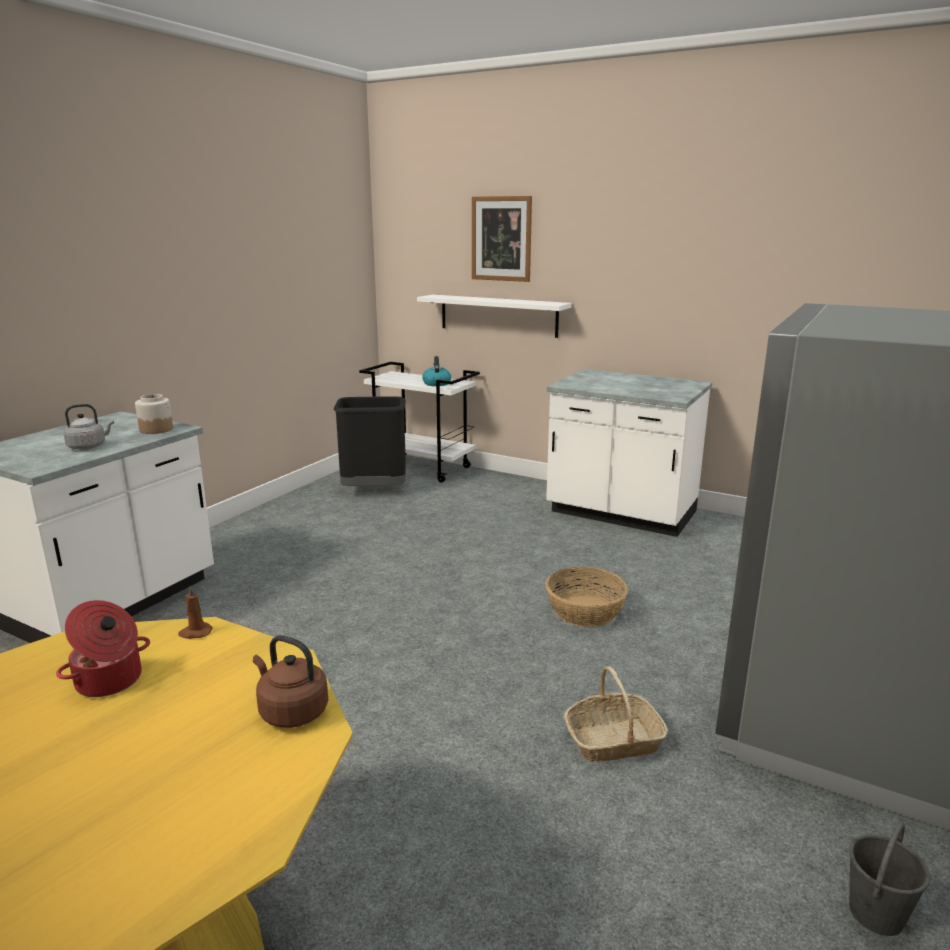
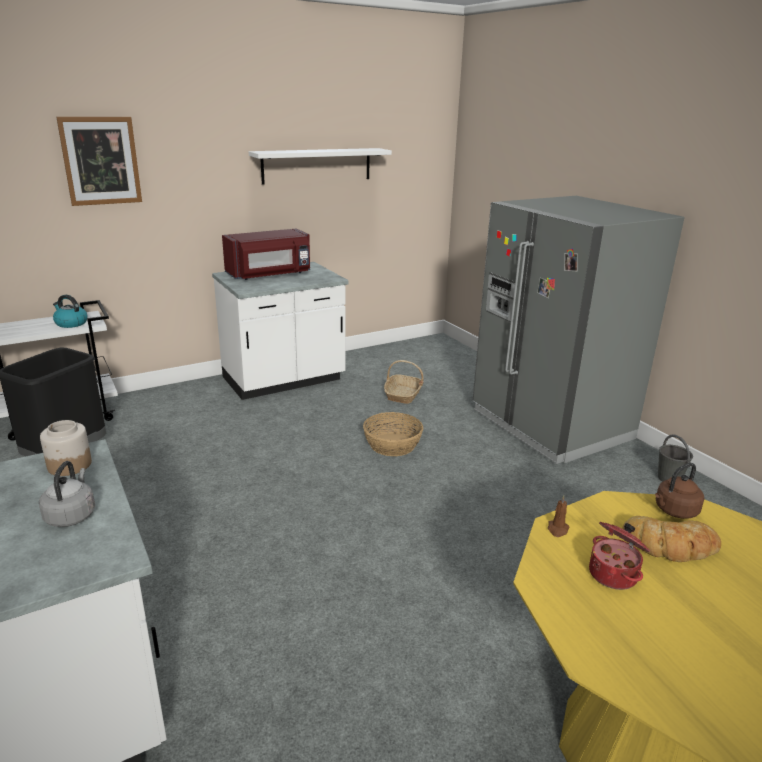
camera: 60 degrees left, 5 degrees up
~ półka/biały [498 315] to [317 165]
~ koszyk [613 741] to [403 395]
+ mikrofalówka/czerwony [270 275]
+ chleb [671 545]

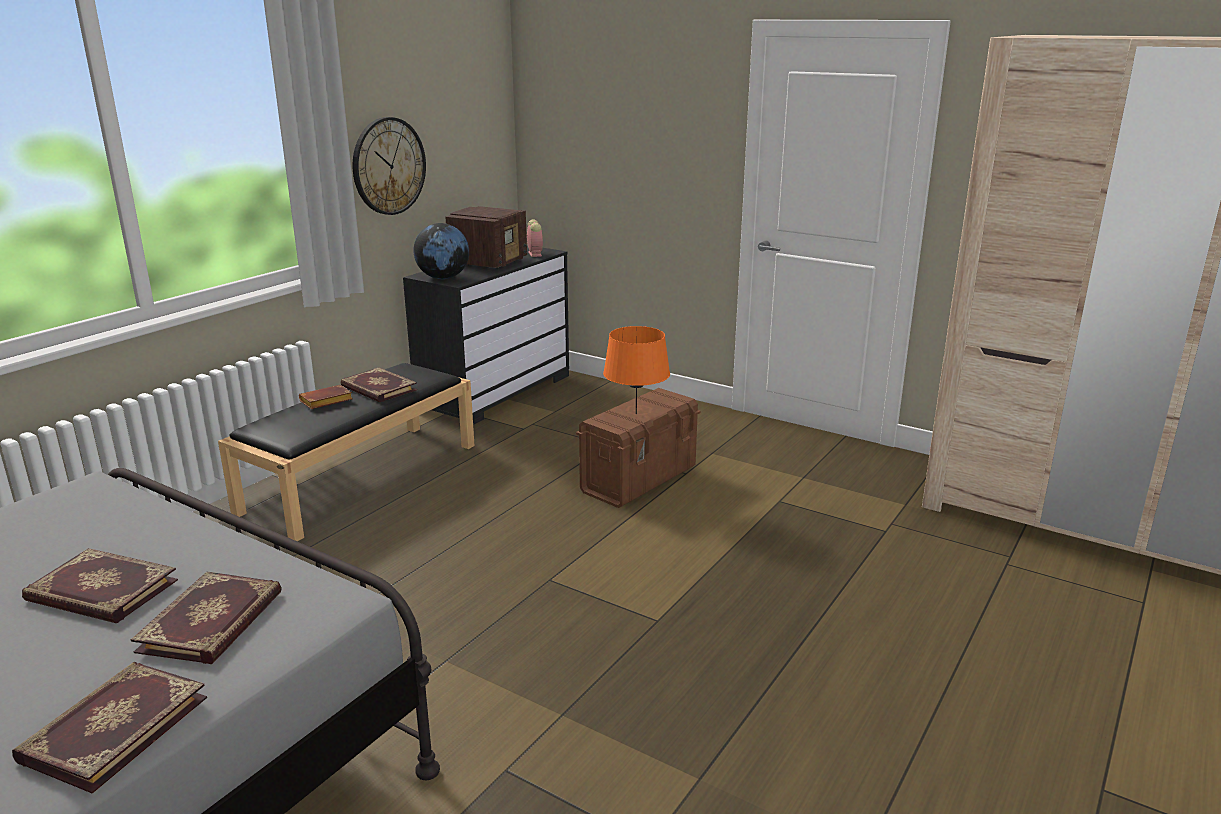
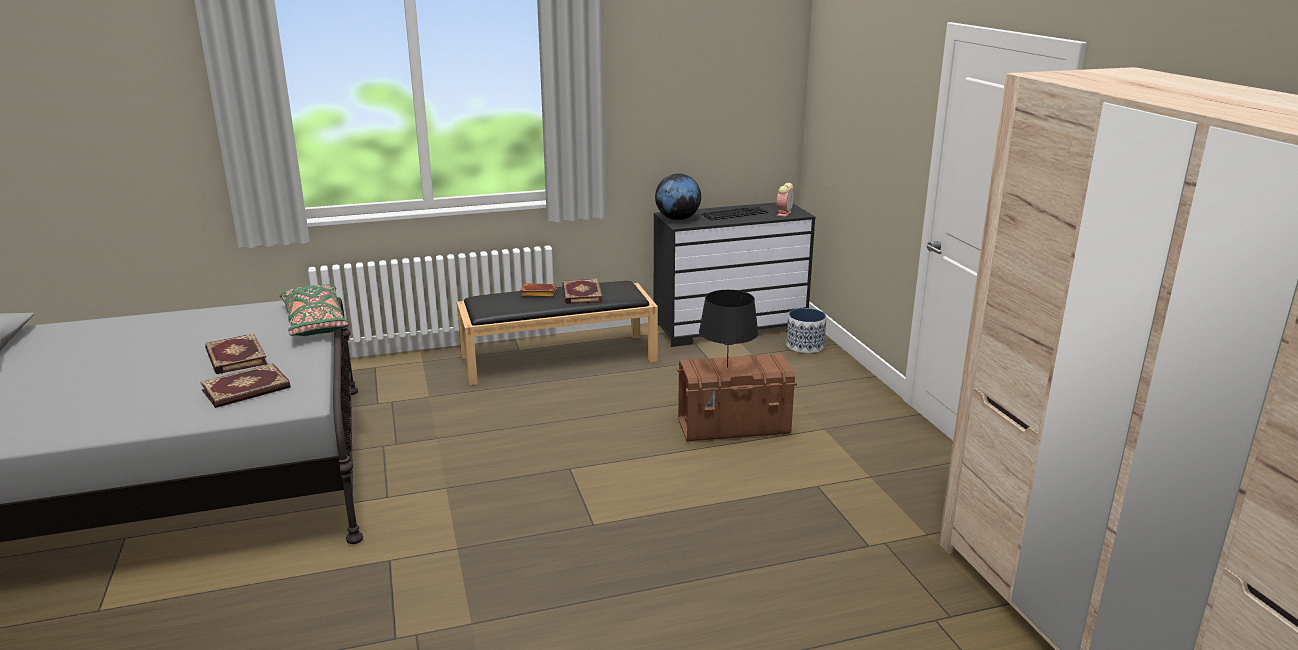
camera: 40 degrees right, 0 degrees up
- zegar ścienny [388 166]
~ radio [489 262] to klawiatura [735 213]
~ lampa stołowa/pomarańczowy [636 413] to lampa stołowa/czarny [727 367]
- książka [113 728]
+ poduszka/zielony [315 322]
+ donica [805 346]

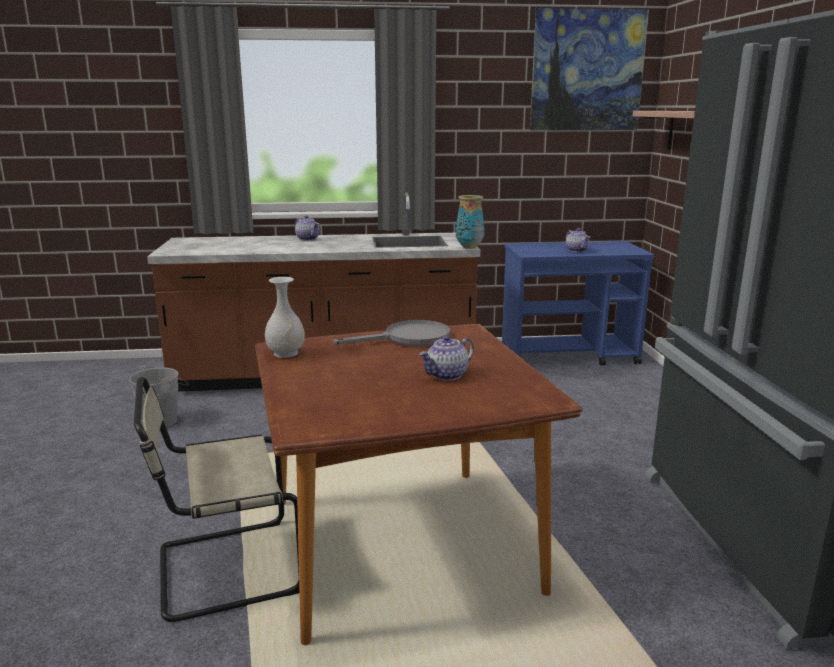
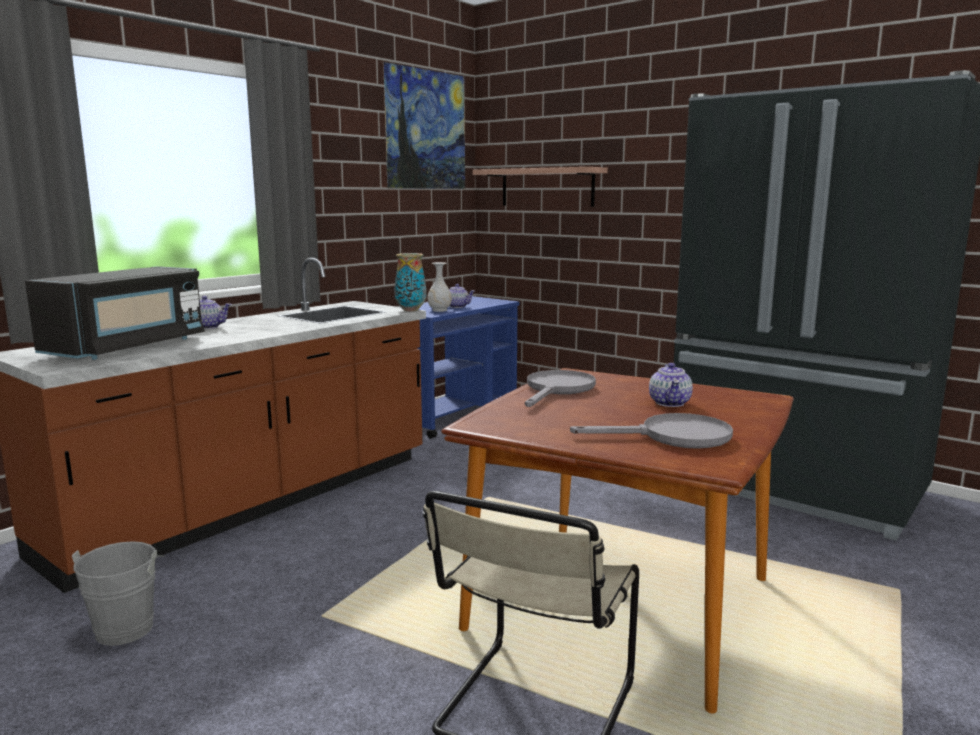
camera: 45 degrees left, 5 degrees down
~ wazon/biały [286 353] to [439 310]
+ mikrofalówka/czarny [128 347]
+ patelnia/szary [673 437]

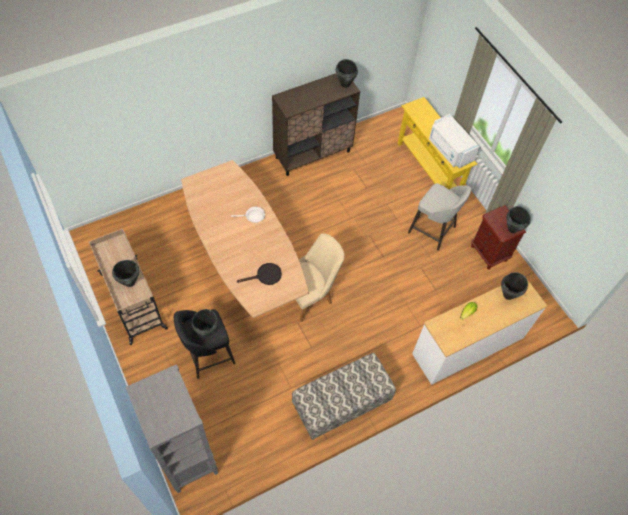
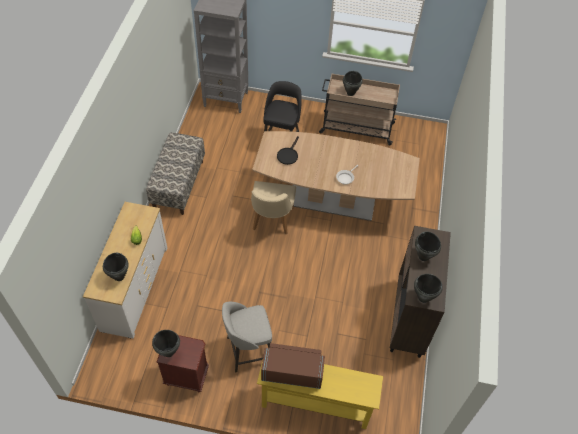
camera: 130 degrees right, 5 degrees down
~ mikrofalówka/biały [449 150] to mikrofalówka/brązowy [292 371]
~ garnek/czarny [206 332] to [423 256]

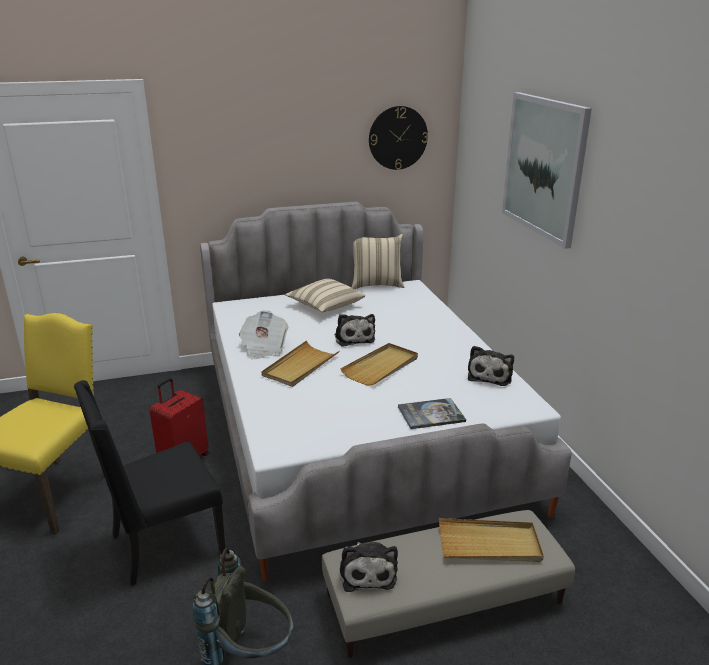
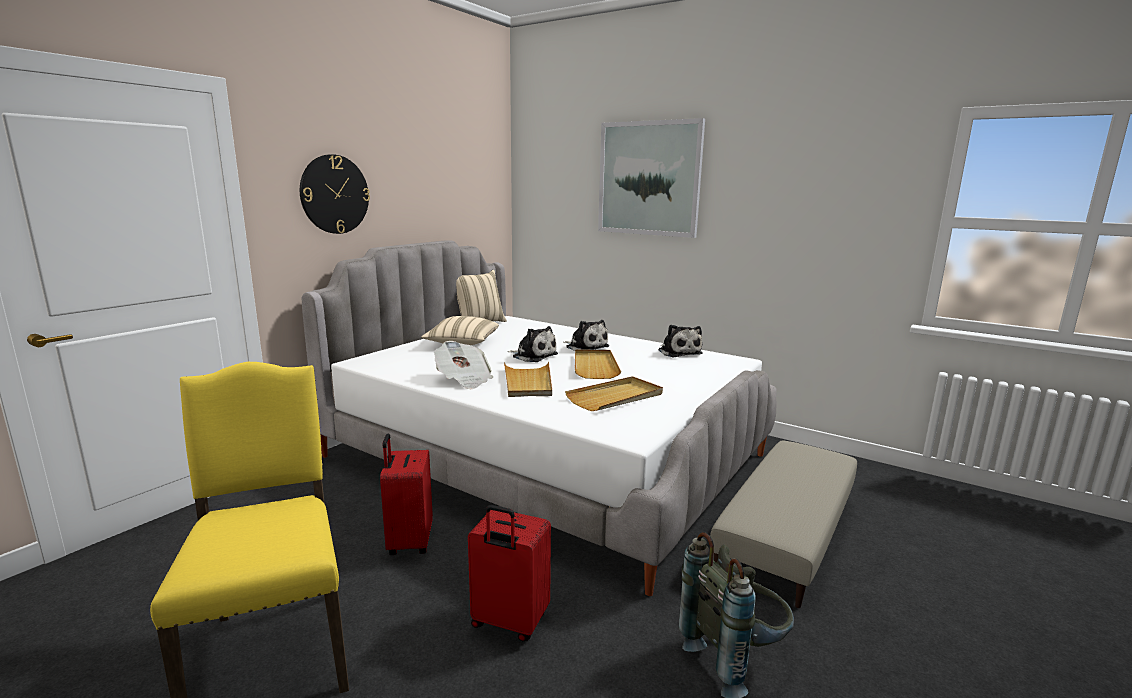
camera: 40 degrees left, 10 degrees down
~ zegar ścienny [398 138] to [334 194]
~ krzesło/czarny [164 545] to walizka/czerwony [509 622]
- książka [431 414]
~ taca/beżowy [489 544] to [616 397]
~ pluszak [367 571] to [585 347]

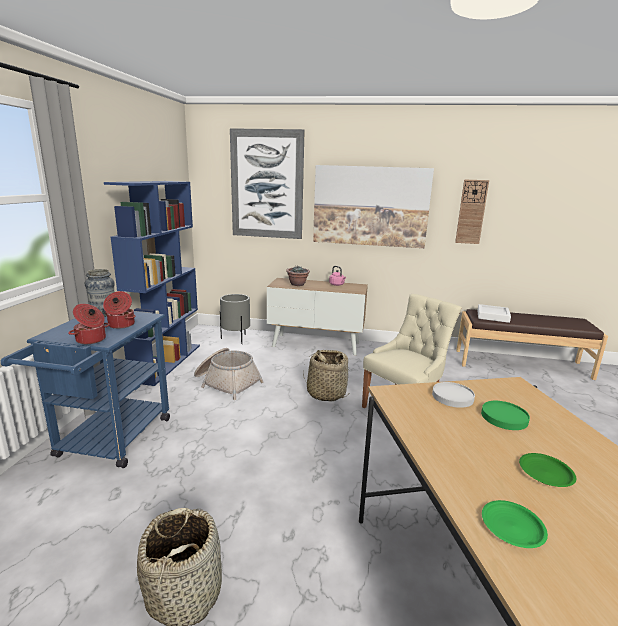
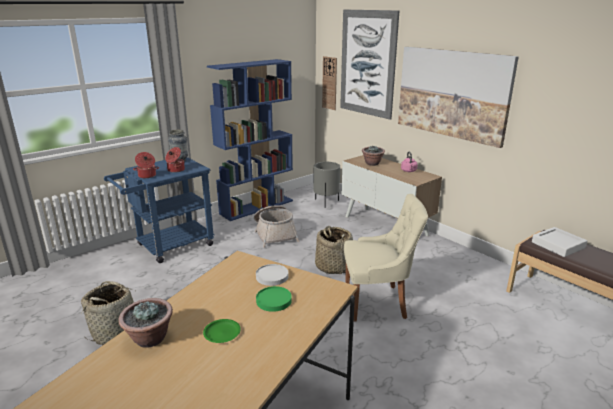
camera: 40 degrees right, 5 degrees up
~ zegar ścienny [471 212] to [329 83]
~ talerz/zielony [513 527] to roślina doniczkowa [150 339]

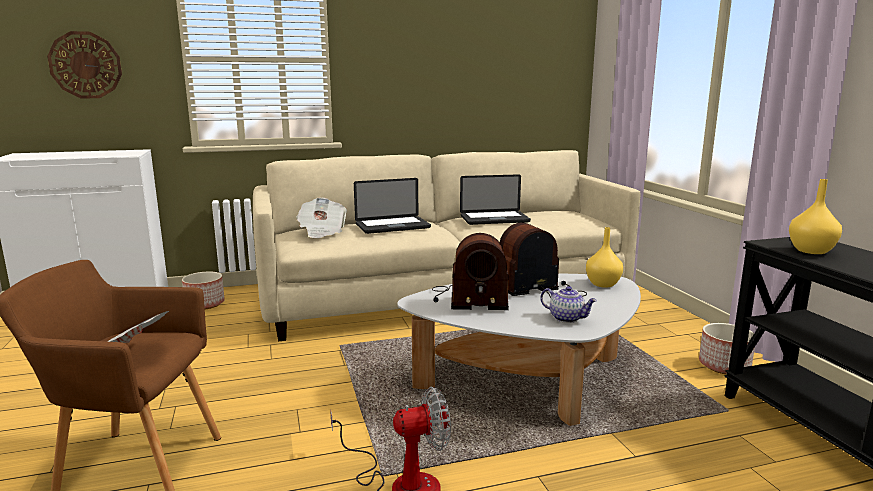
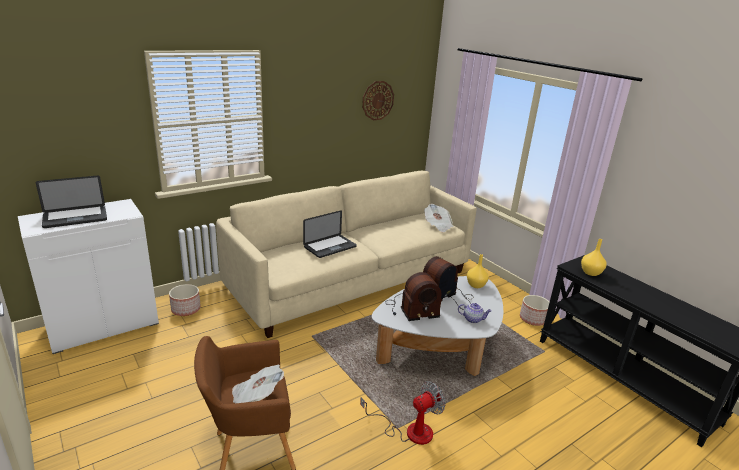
camera: 20 degrees left, 10 degrees up
~ zegar ścienny [85 65] to [377 100]
~ laptop [494 219] to [75 218]
~ gazeta [322 231] to [437 225]

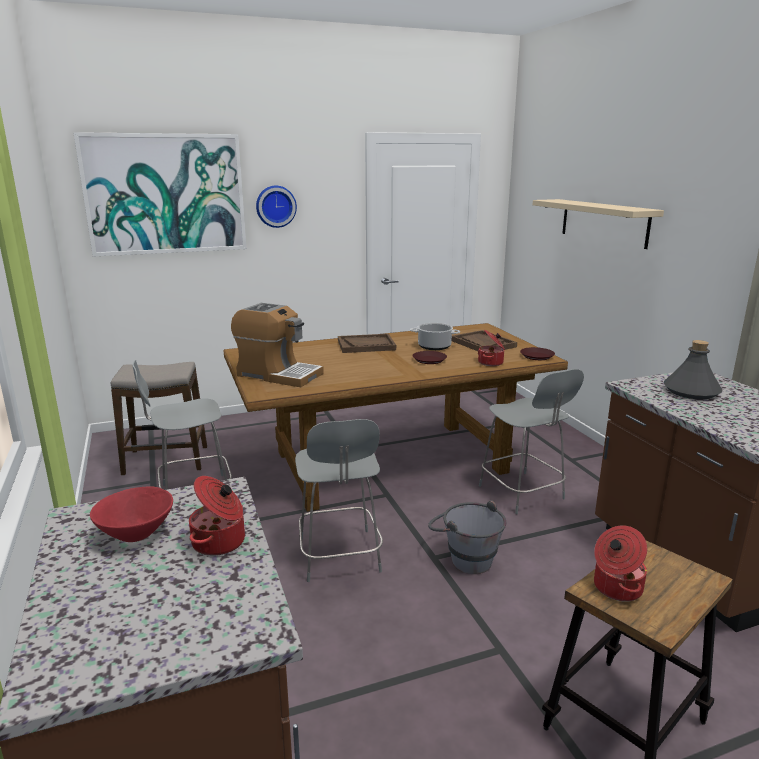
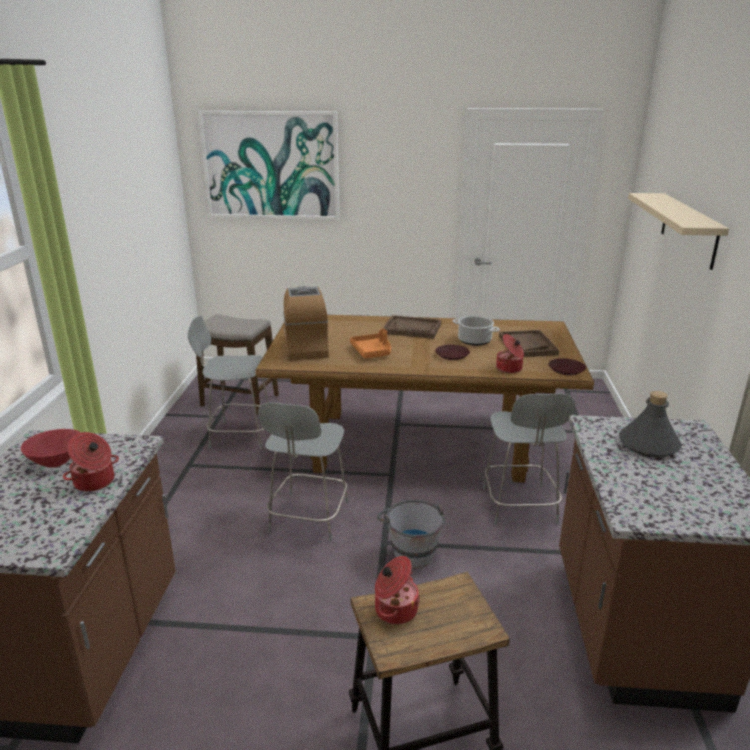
camera: 25 degrees right, 5 degrees up
- zegar ścienny [275 206]
~ ekspres do kawy [278 374] = [305 347] 150 degrees counterclockwise
+ taca/pomarańczowy [372 352]

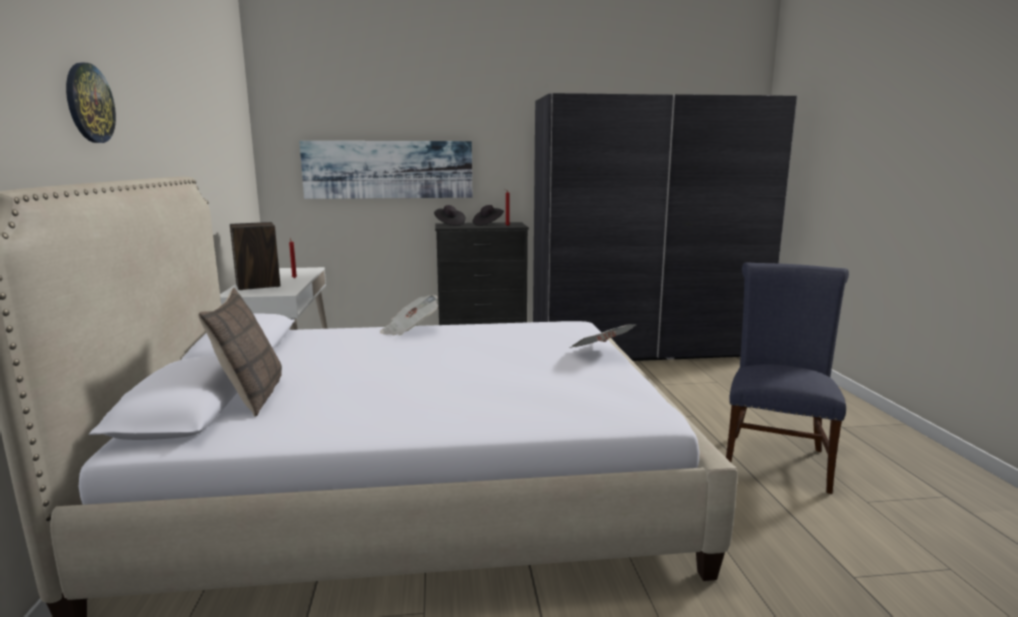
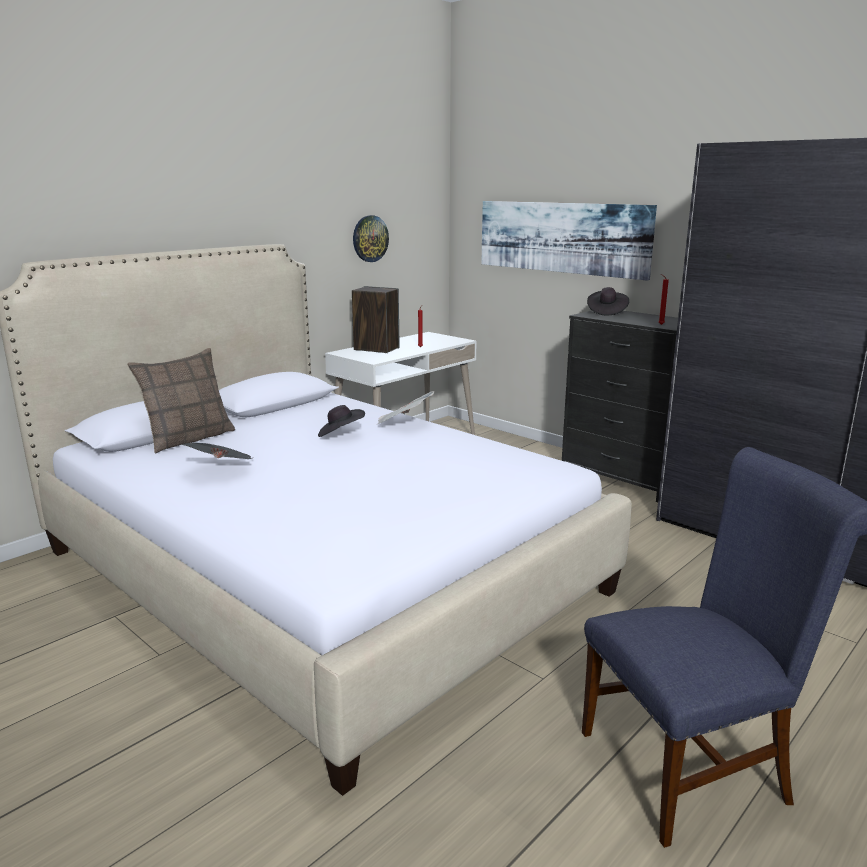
camera: 50 degrees right, 5 degrees up
~ zegar ścienny [89 103] to [370 238]
~ kapelusz/czarny [488 224] to [340 434]
~ gazeta [601 353] to [222 470]

